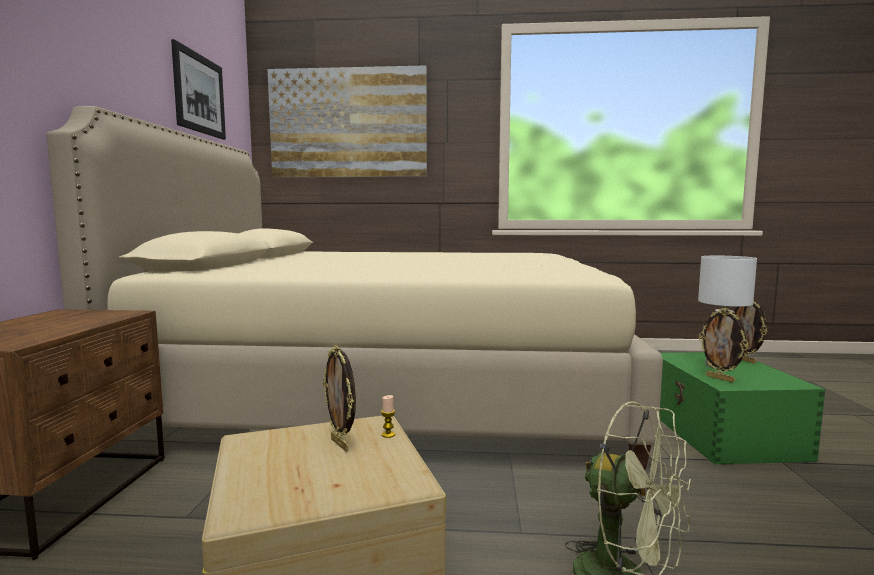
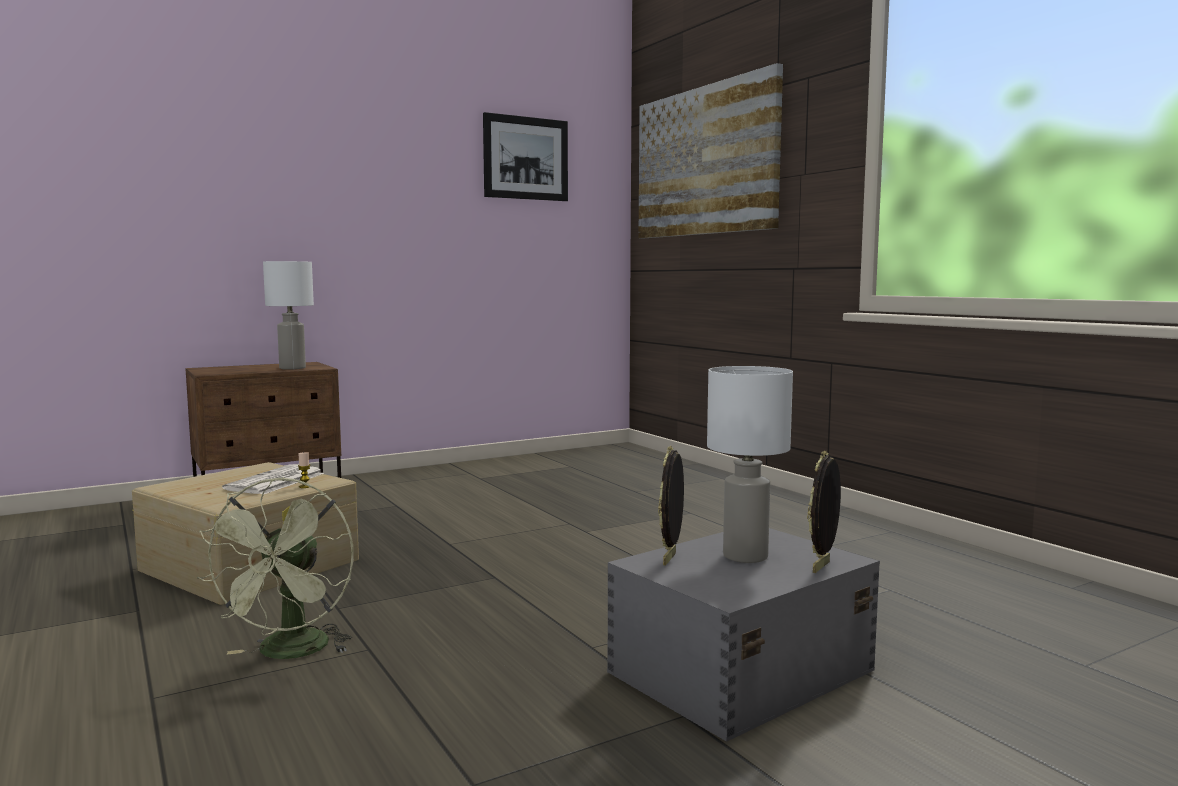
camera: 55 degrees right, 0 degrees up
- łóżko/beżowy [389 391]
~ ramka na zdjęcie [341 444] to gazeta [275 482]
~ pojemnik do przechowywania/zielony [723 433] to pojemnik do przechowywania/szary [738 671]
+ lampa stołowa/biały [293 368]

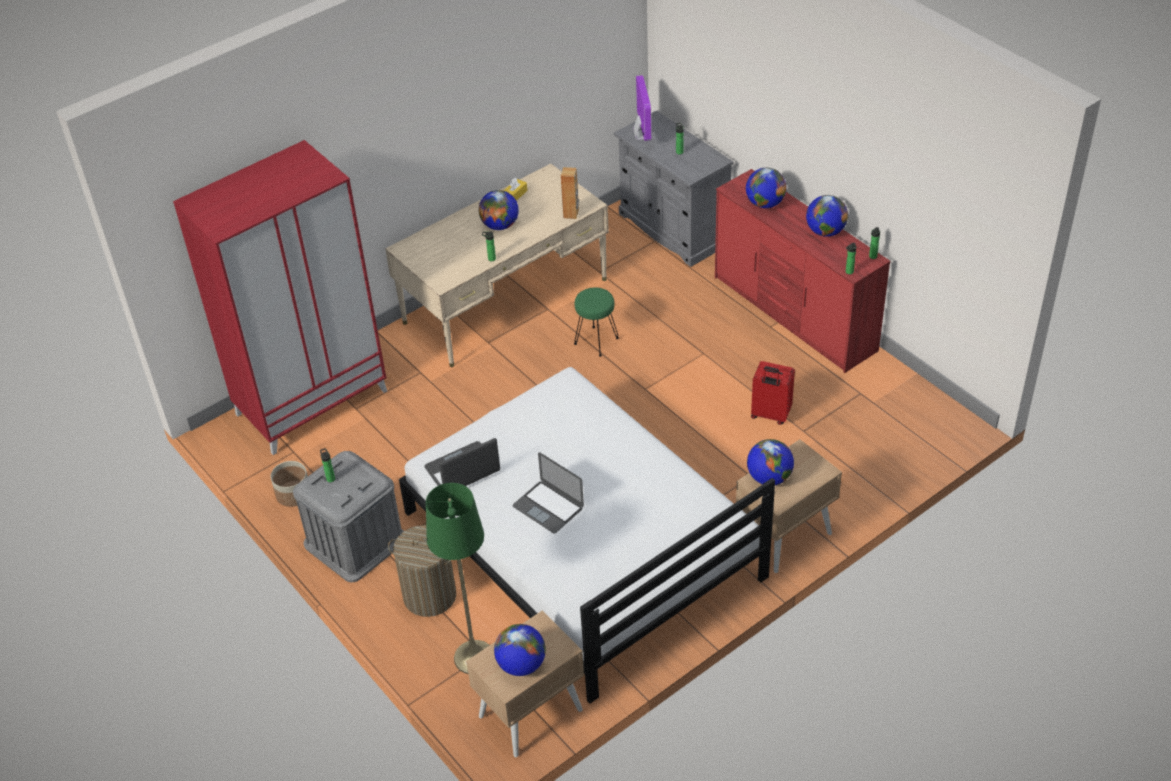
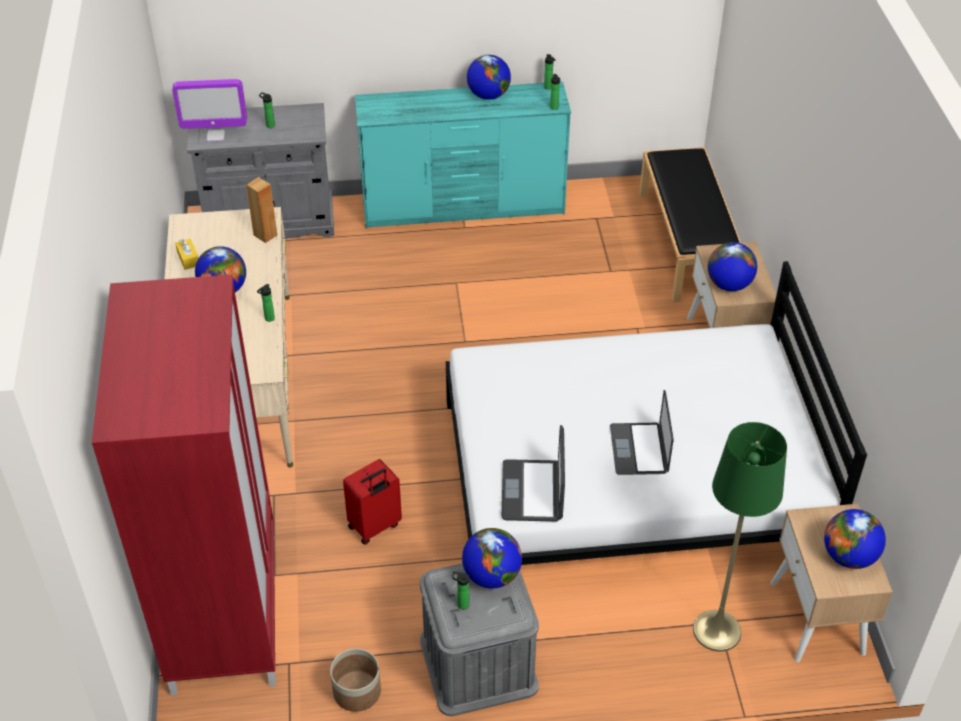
camera: 60 degrees left, 0 degrees up
~ monitor [642 135] = [215 135] 150 degrees clockwise
~ globus [765 203] to [491 575]
~ komoda/czerwony [794 314] to komoda/turkusowy [464 207]
- stołek/zielony [596 341]
~ walizka/czerwony [770 415] to [375 527]
~ laptop [548 507] = [639 449] 105 degrees clockwise
- kosz na pranie [429 596]
+ ławka/czarny [687 243]

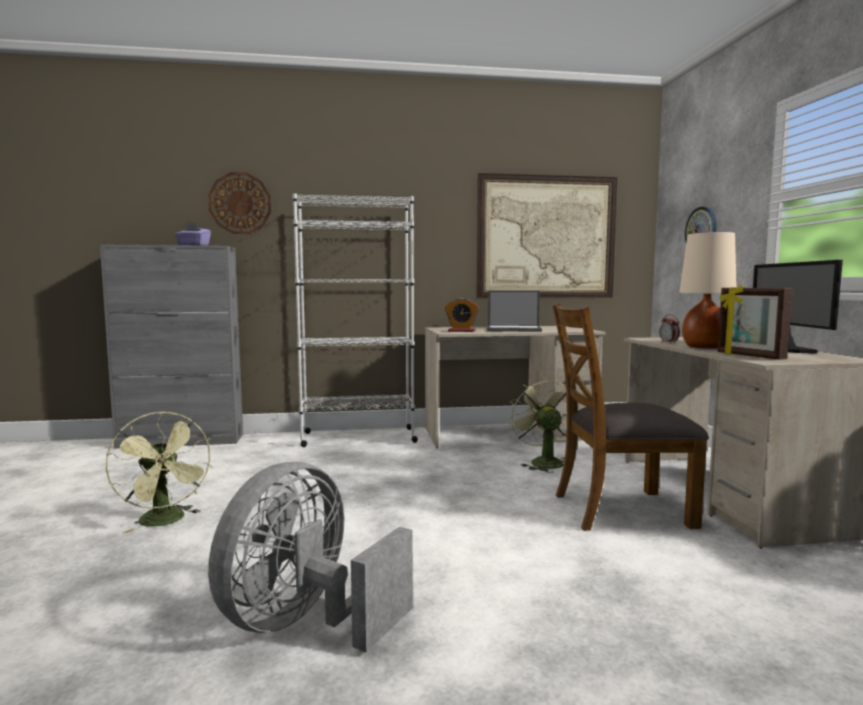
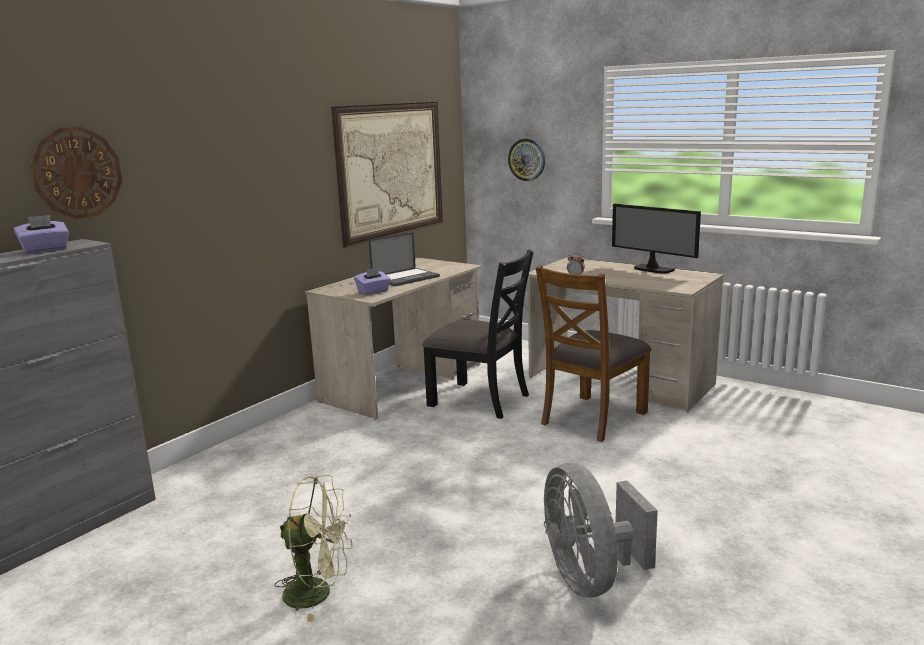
camera: 45 degrees left, 10 degrees up
- regał/biały [358 437]
- lampa stołowa/beżowy [704 347]
- ramka na zdjęcie [749 356]
~ budzik [461 331] to pudełko chusteczek/fioletowy [373 292]
~ wentylator/zielony [542 462] to krzesło/czarny [480 400]

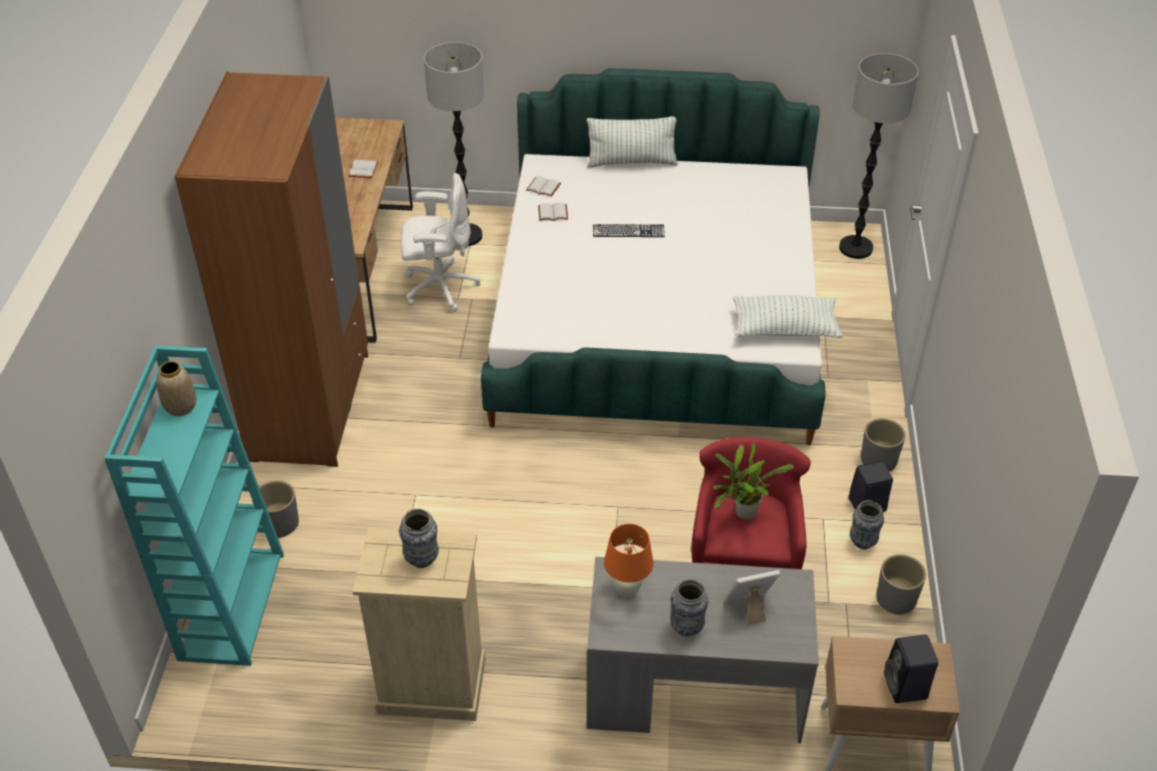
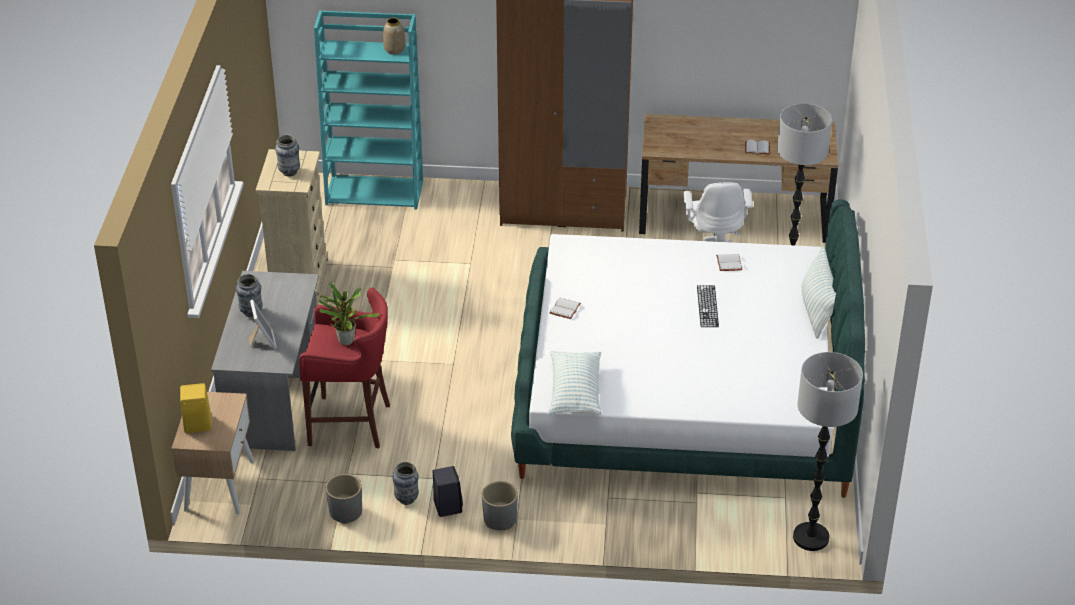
camera: 90 degrees right, 5 degrees down
~ książka/biały [544 187] to [565 309]
- donica/szary [279 524]
- lampa stołowa/pomarańczowy [627 590]
~ głośnik/czarny [906 687] to głośnik/żółty [196 424]

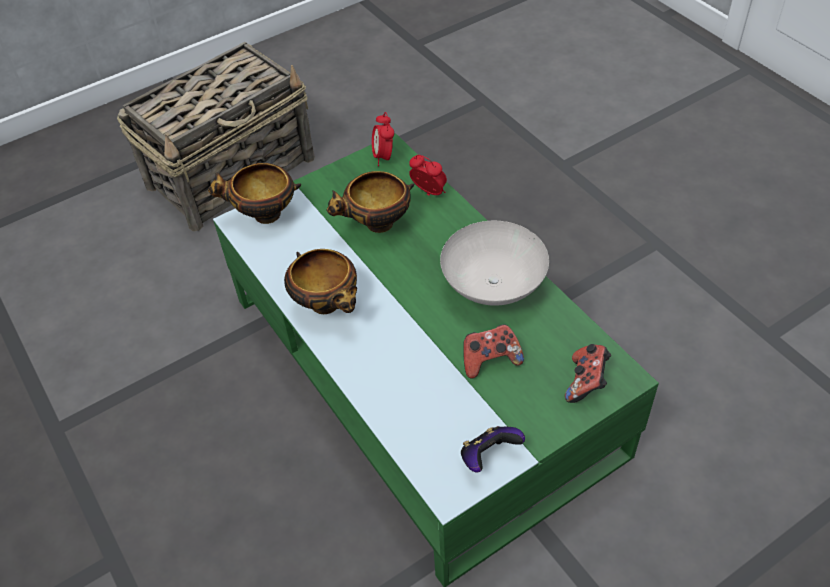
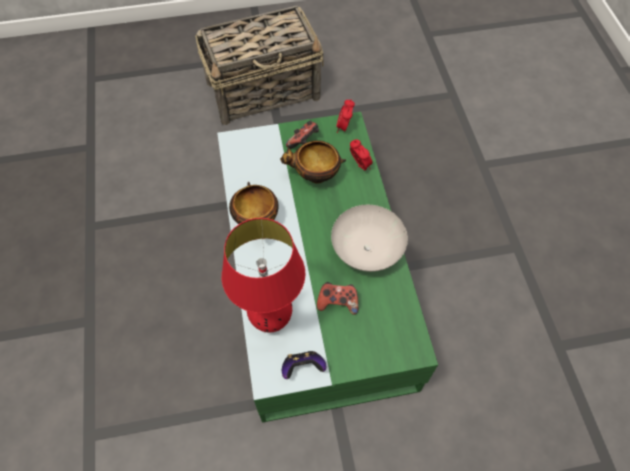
camera: 20 degrees right, 10 degrees up
- miska [264 215]
~ pad do gier [586 382] to [303 142]
+ lampa stołowa/czerwony [271 319]

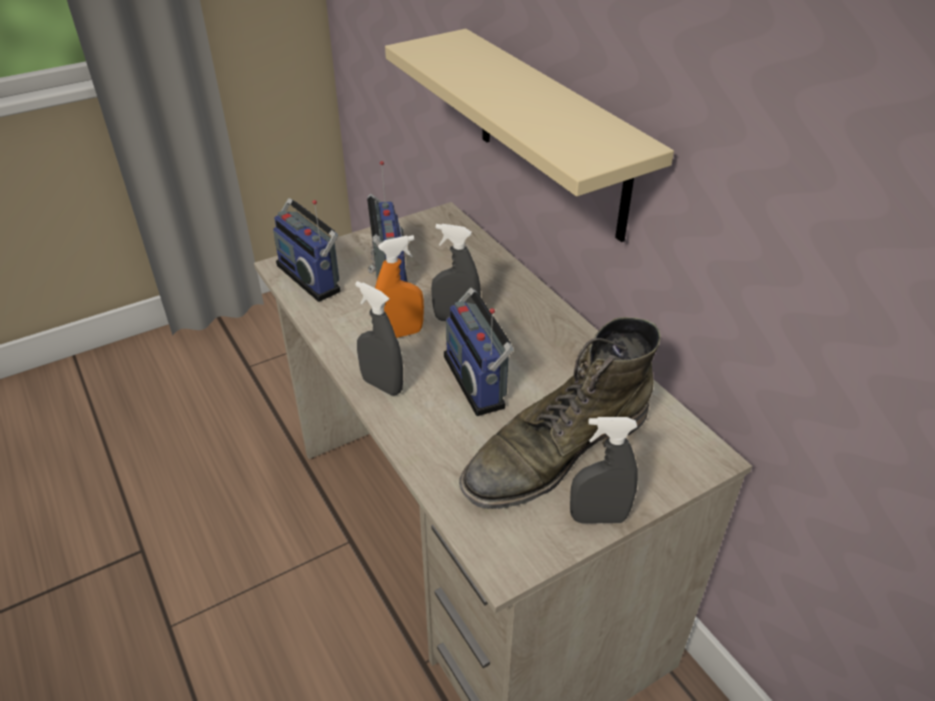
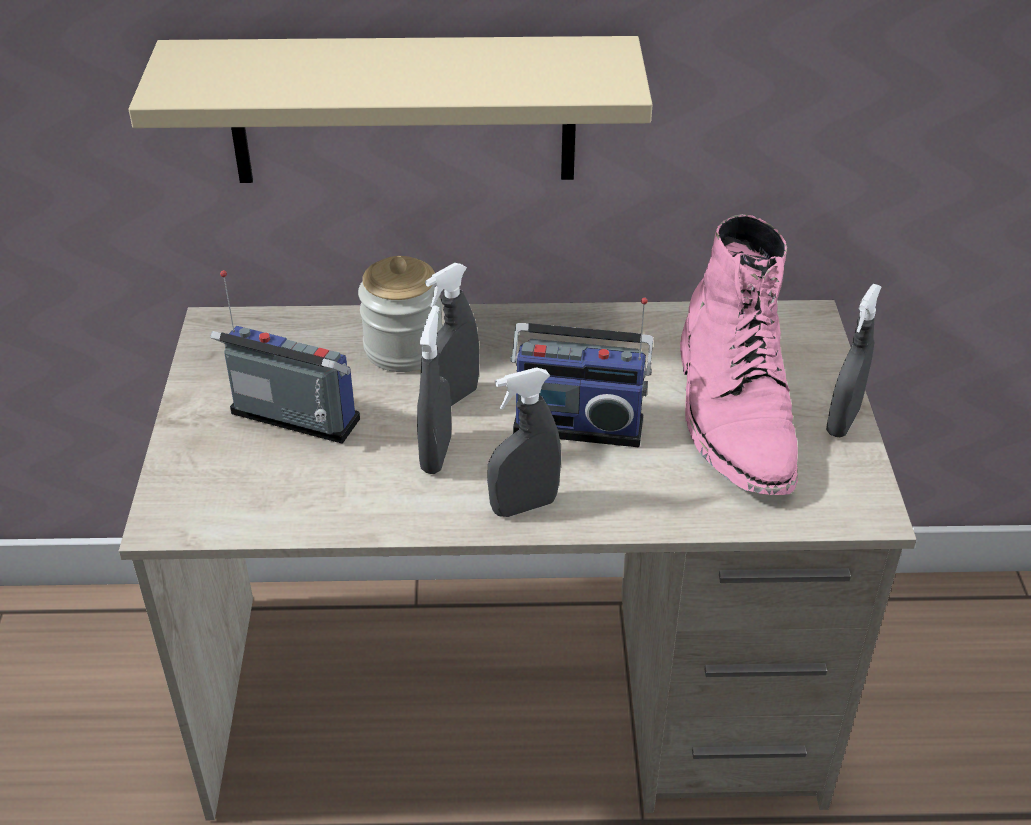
camera: 60 degrees left, 0 degrees up
- radio [312 276]
~ spryskiwacz/pomarańczowy [401 333] to spryskiwacz/szary [436 455]
~ but z cholewką/zielony [555 451] to but z cholewką/różowy [733 412]
+ słoik [404 349]

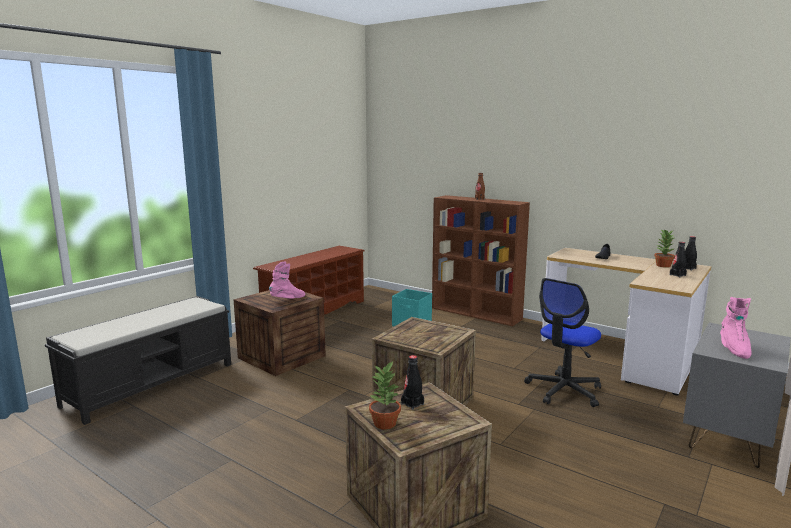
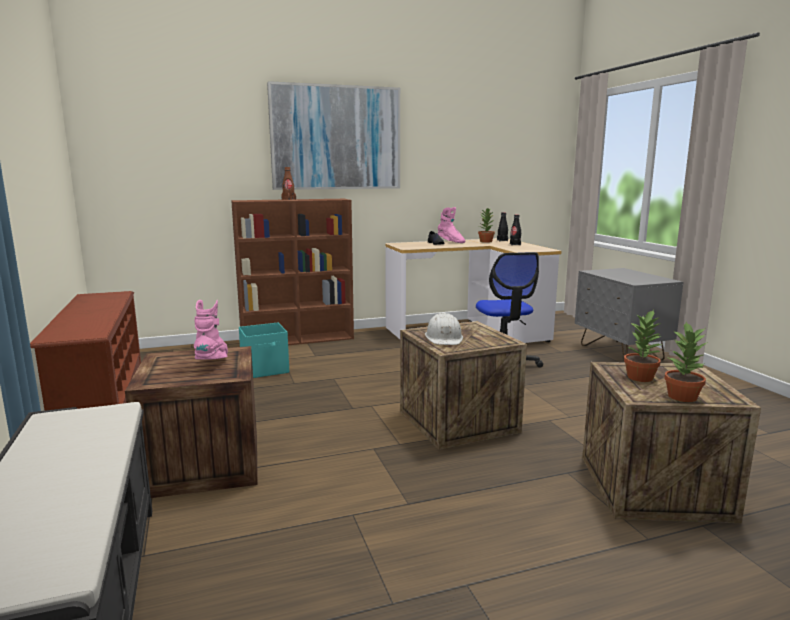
camera: 55 degrees left, 0 degrees up
~ but z cholewką/różowy [733 349] to [450 241]
~ butelka/czarny [412 404] to roślina doniczkowa [641 378]
+ obraz [336 138]
+ kask/biały [444 338]

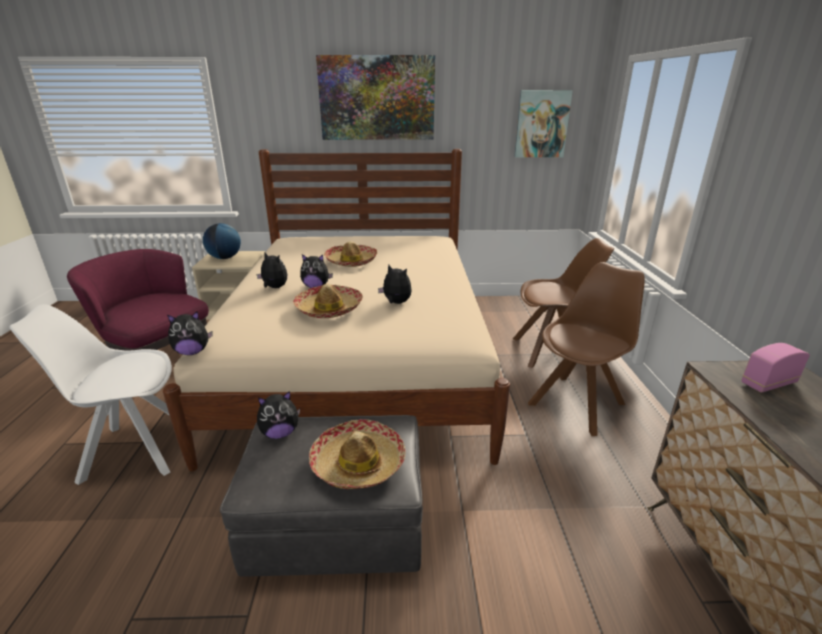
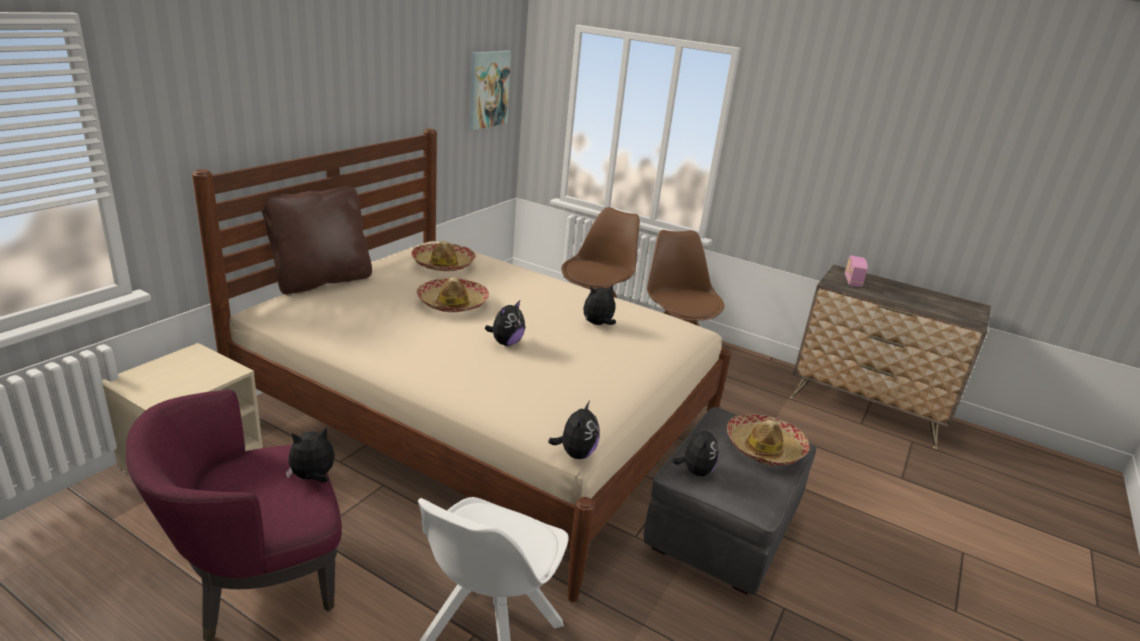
camera: 60 degrees left, 0 degrees up
- obraz [377 98]
- globus [225 258]
~ pluszak [274 288] to [313 478]
~ kapelusz [329 309] to [443 264]
+ poduszka/brązowy [321 281]

